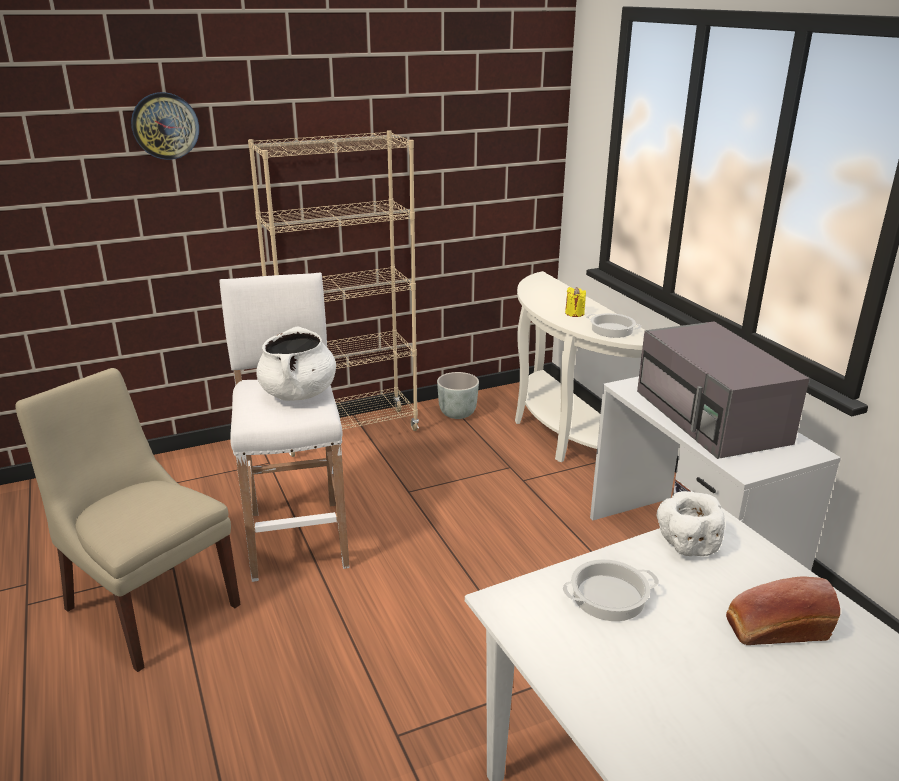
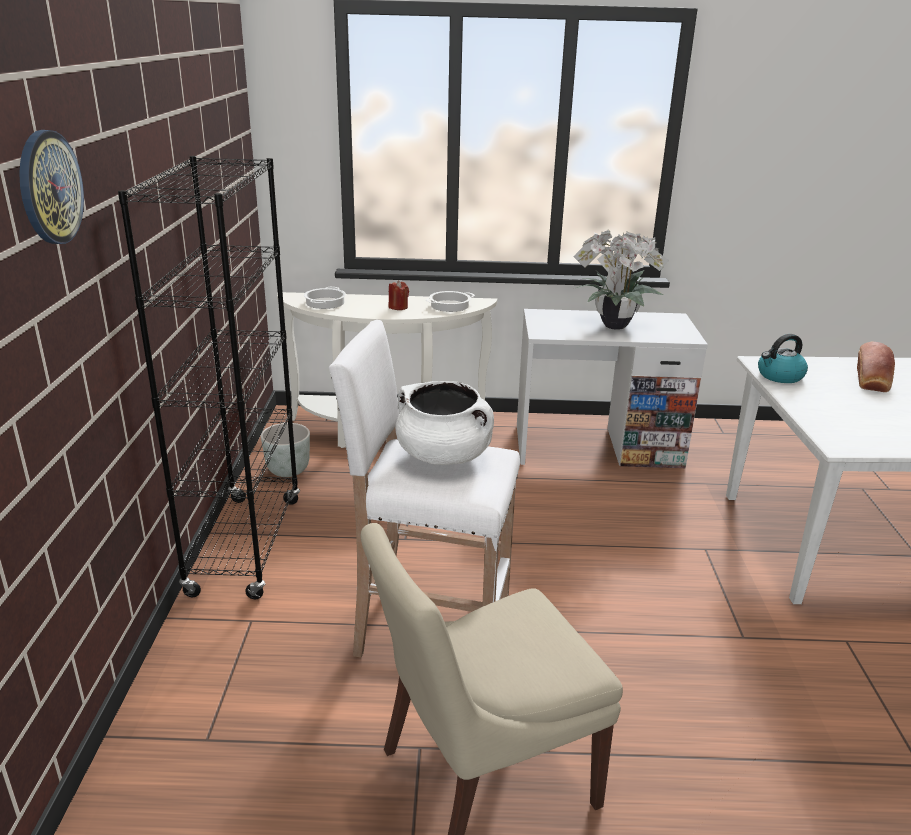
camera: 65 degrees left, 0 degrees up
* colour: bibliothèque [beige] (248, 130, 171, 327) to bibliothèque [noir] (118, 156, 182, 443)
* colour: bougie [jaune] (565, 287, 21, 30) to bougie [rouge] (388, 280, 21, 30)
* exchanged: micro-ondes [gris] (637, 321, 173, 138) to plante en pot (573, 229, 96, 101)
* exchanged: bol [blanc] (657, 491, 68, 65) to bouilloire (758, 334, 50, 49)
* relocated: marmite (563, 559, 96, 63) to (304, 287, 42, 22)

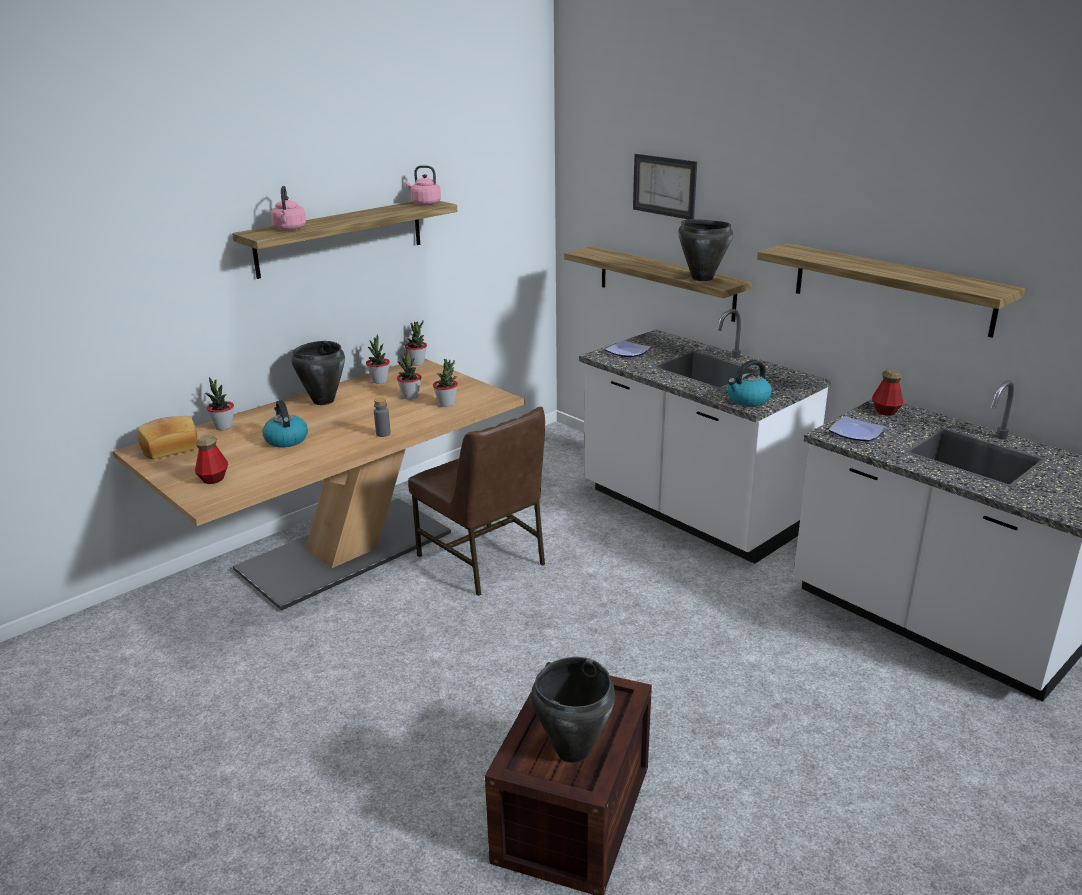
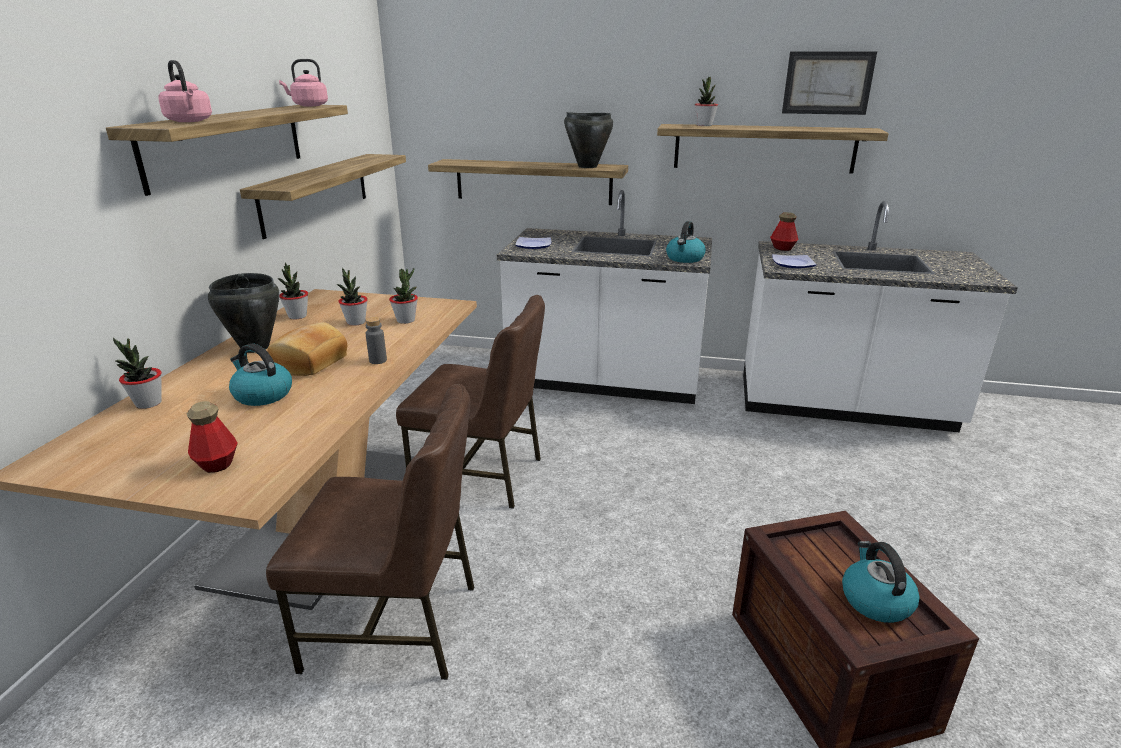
camera: 35 degrees left, 0 degrees up
* relocated: tableau (633, 154, 64, 65) to (782, 51, 95, 64)
* relocated: plante en pot (405, 320, 22, 46) to (695, 76, 23, 50)
* relocated: pain (137, 416, 60, 43) to (267, 322, 80, 54)
* exchanged: marmite [noir] (531, 657, 84, 106) to bouilloire (842, 541, 78, 82)
* appeared: étagère (240, 154, 166, 85)
* appeared: chaise [marron] (266, 384, 208, 296)

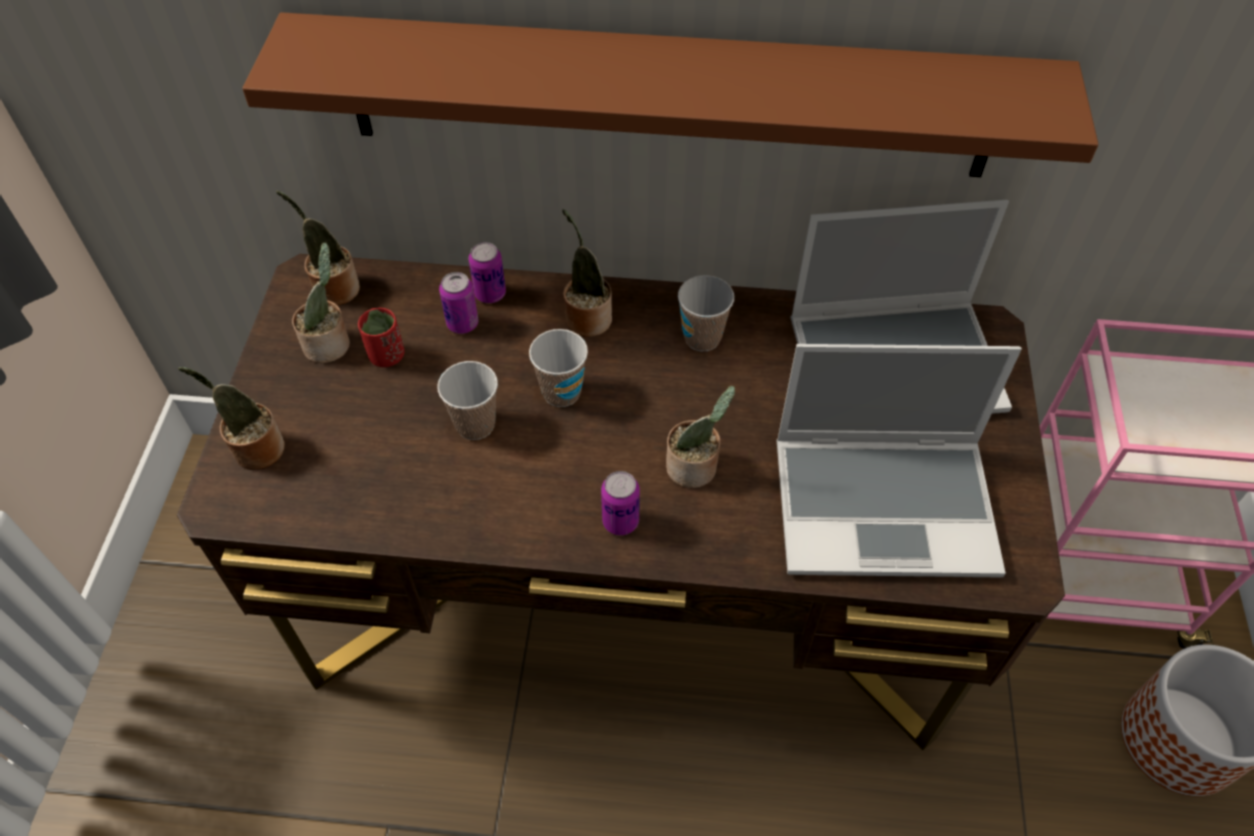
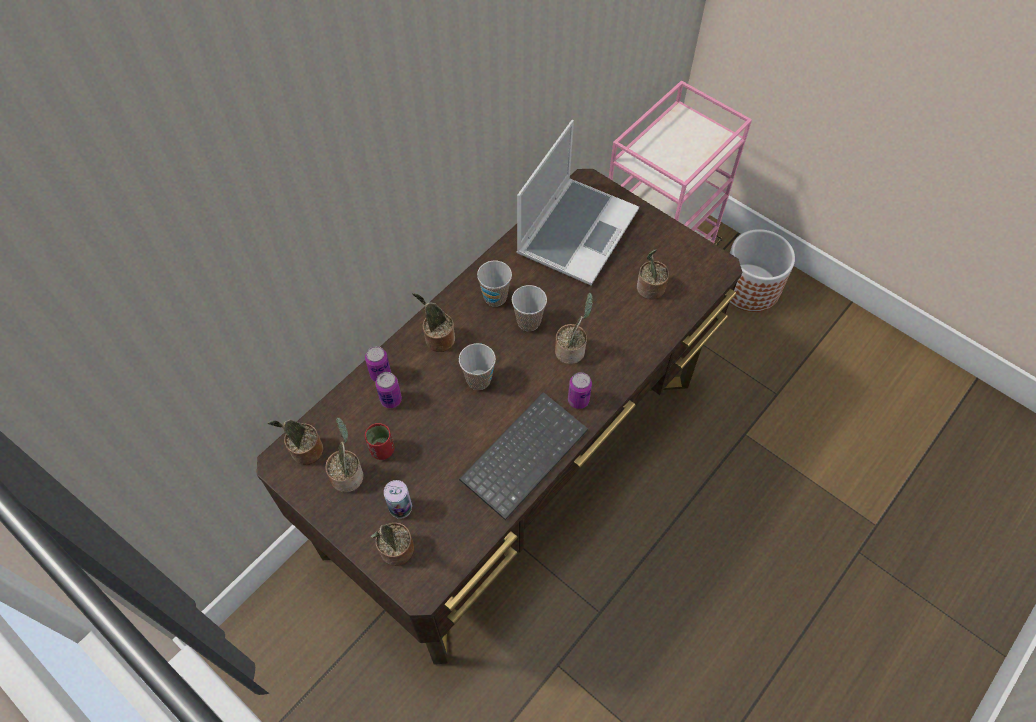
camera: 55 degrees left, 5 degrees up
* missing: étagère [marron] (242, 12, 856, 165)
* exchanged: ordinateur portable (777, 344, 245, 234) to plante en pot (637, 249, 32, 50)
* relocated: tasse (437, 361, 61, 79) to (512, 285, 35, 46)
* appeared: clavier (459, 392, 129, 128)
* appeared: boîte métallique (384, 480, 28, 39)

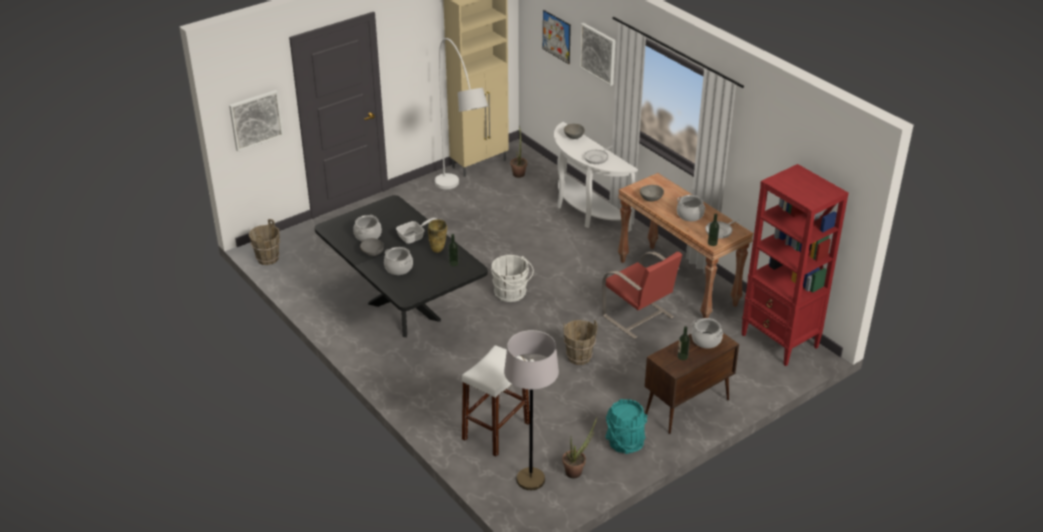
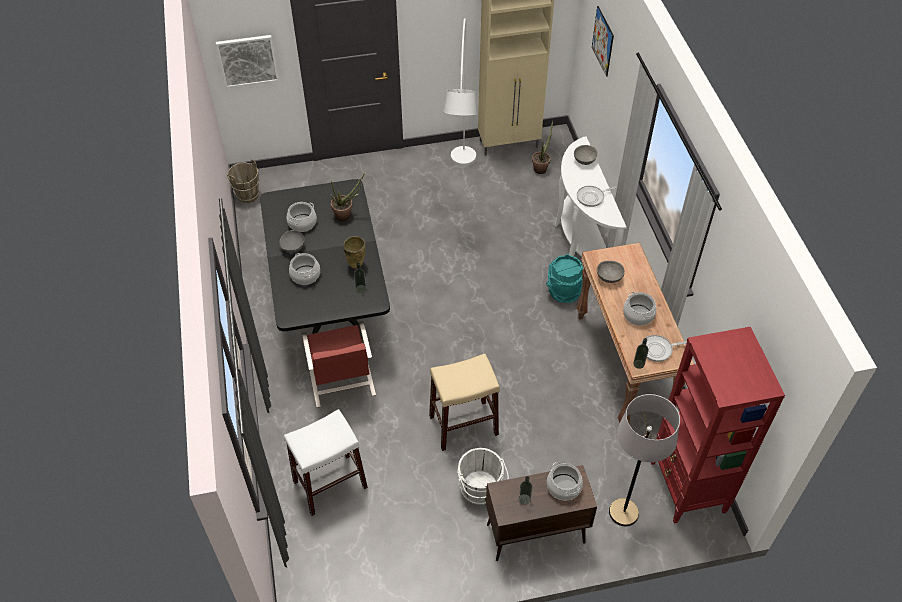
camera: 25 degrees right, 15 degrees up
* missing: tableau (579, 23, 37, 63)
* missing: poêle (396, 218, 41, 26)
* relocated: chaise [rouge] (602, 251, 80, 88) to (302, 321, 74, 87)
* relocated: seau [blanc] (491, 255, 43, 47) to (457, 448, 52, 57)
* exchanged: seau [marron] (563, 320, 35, 45) to tabouret [beige] (429, 354, 71, 97)
* relocated: lampadaire [gris] (504, 330, 55, 160) to (609, 394, 71, 132)
* relocated: seau [turquoise] (605, 399, 42, 55) to (546, 254, 37, 49)
* relocated: plante en pot (562, 418, 35, 60) to (330, 172, 35, 49)

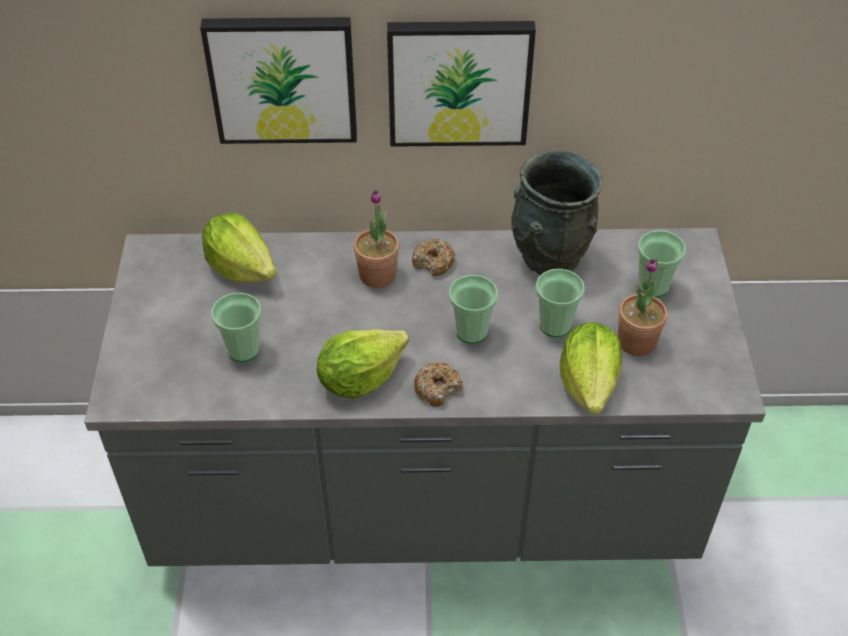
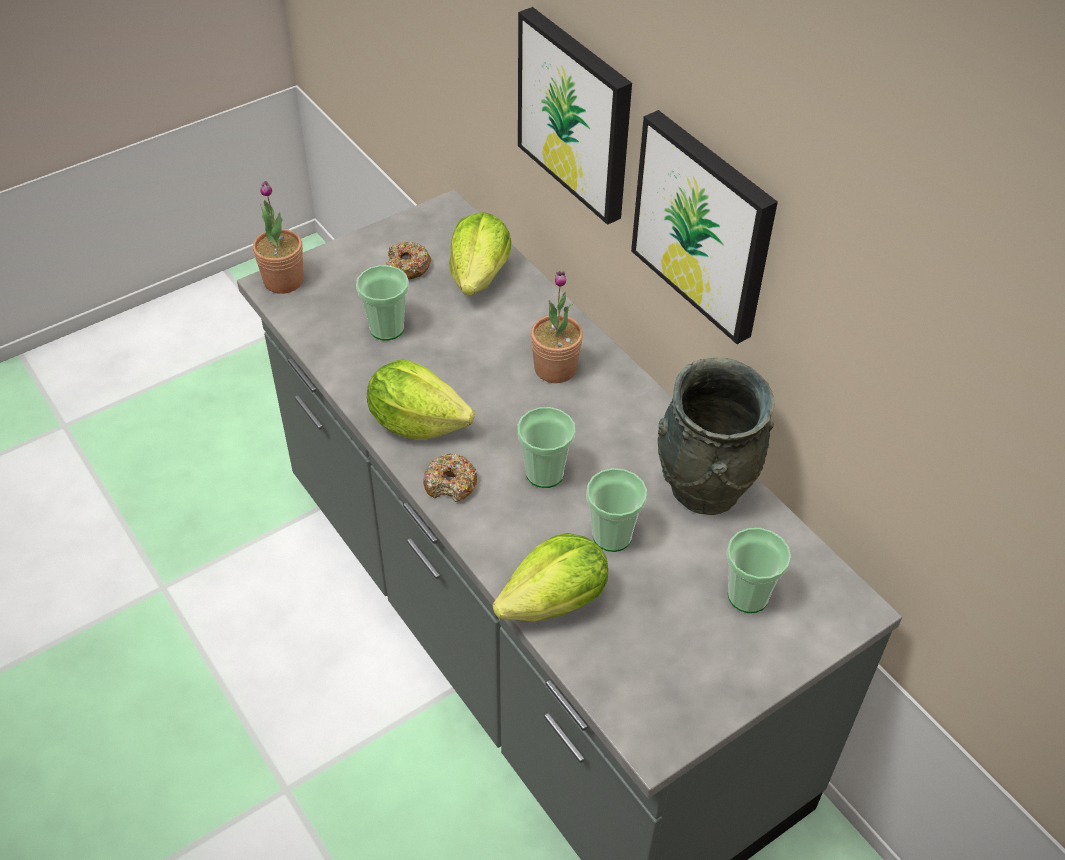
camera: 55 degrees right, 0 degrees up
* relocated: beignet (412, 238, 43, 38) to (386, 241, 45, 38)
* relocated: plante en pot (618, 258, 49, 98) to (253, 181, 51, 113)

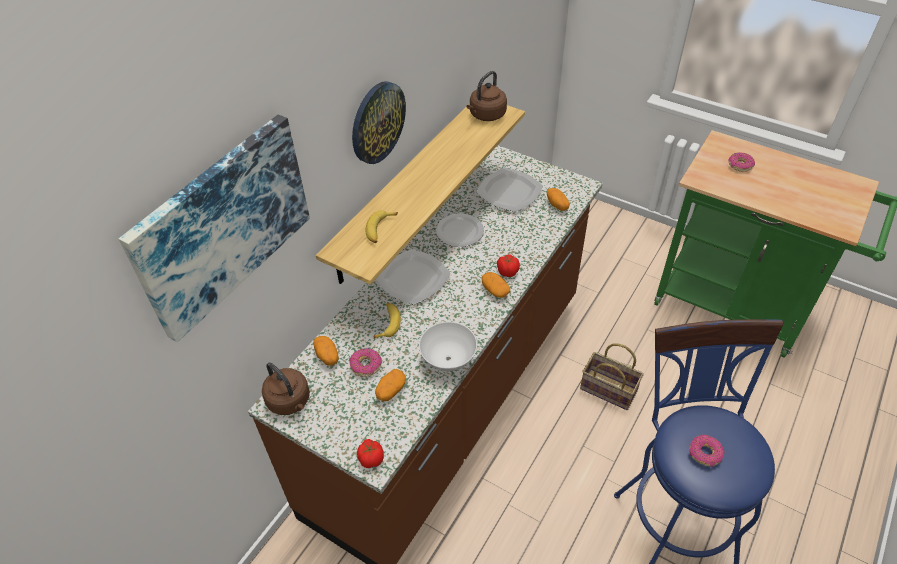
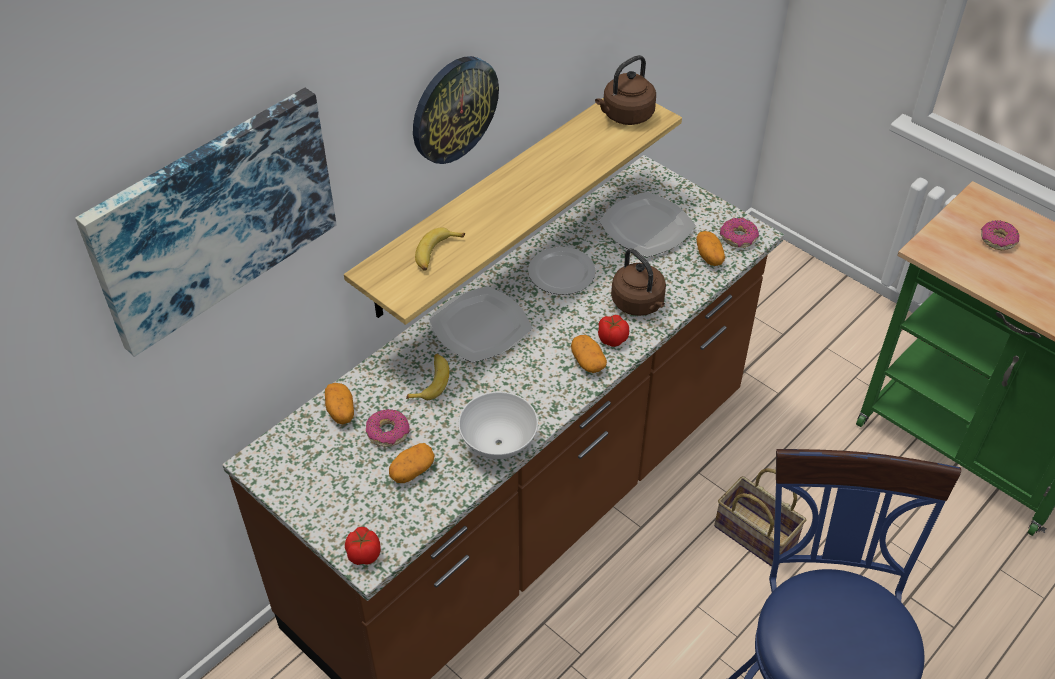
camera: 10 degrees right, 0 degrees up
* relocated: bouilloire [marron] (262, 362, 48, 53) to (611, 248, 55, 68)
* relocated: beignet (689, 435, 36, 32) to (720, 218, 39, 30)

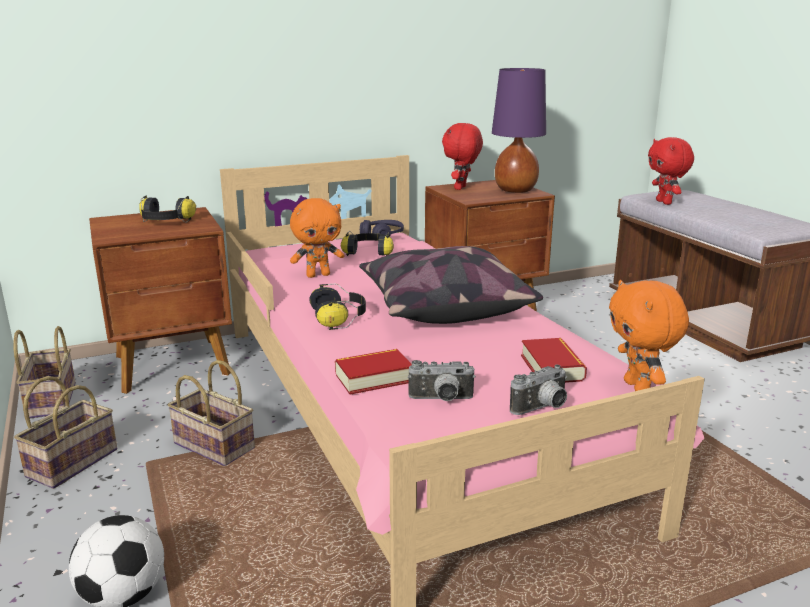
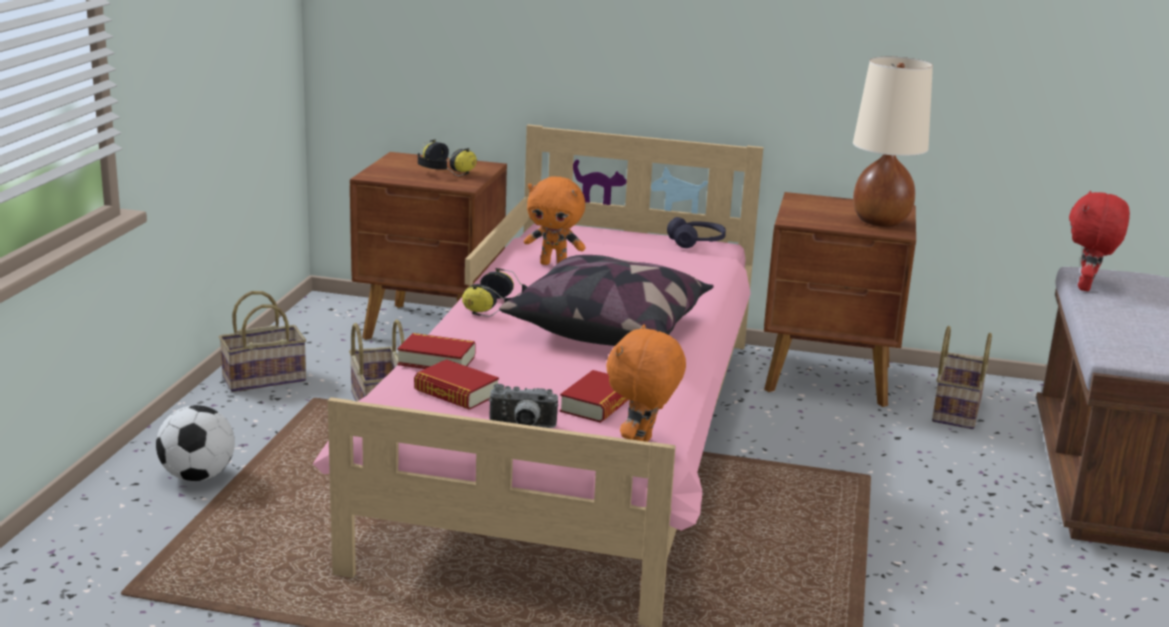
camera: 35 degrees right, 0 degrees up
* colour: lampe de table [violet] (492, 68, 54, 125) to lampe de table [beige] (853, 56, 80, 171)
* missing: peluche [rouge] (442, 123, 41, 67)
* missing: casque audio (341, 231, 53, 25)
* relocated: panier (13, 326, 63, 92) to (932, 326, 60, 103)
* exchanged: appareil photo (408, 360, 68, 41) to livre (414, 359, 85, 51)

